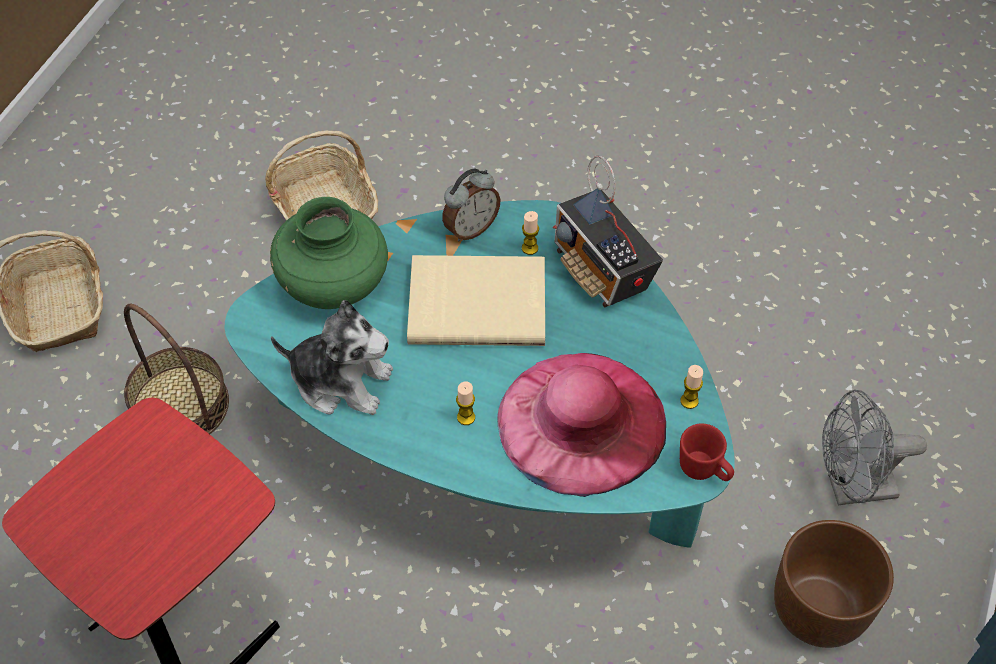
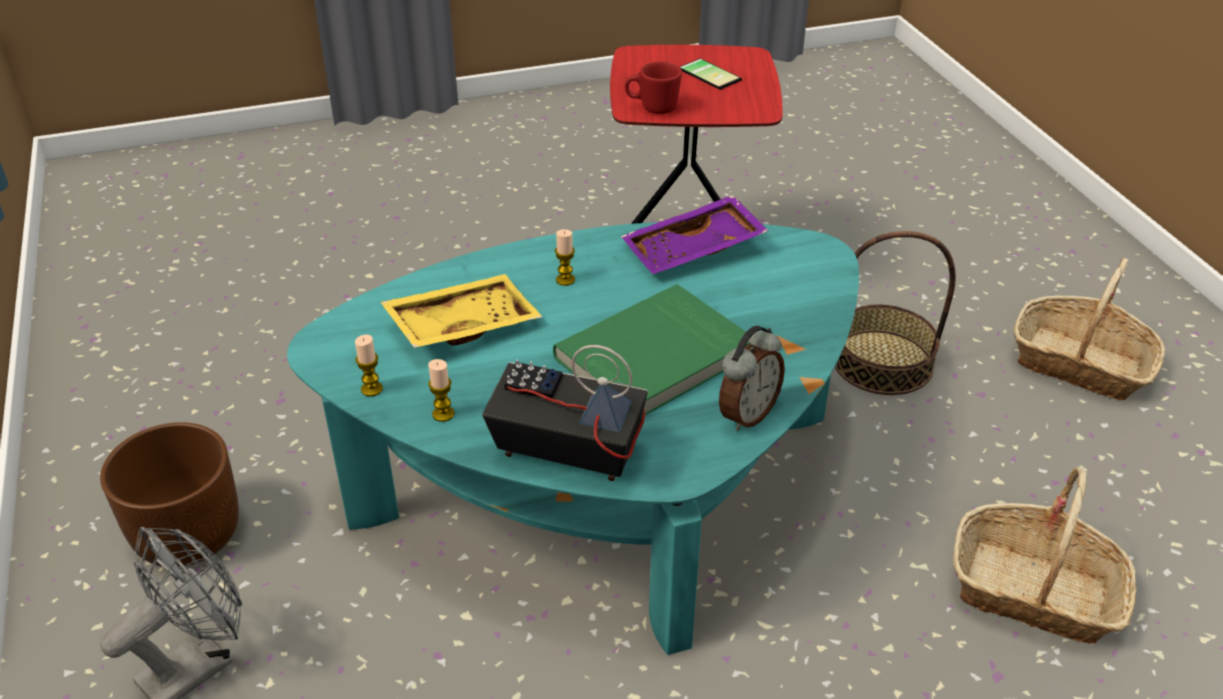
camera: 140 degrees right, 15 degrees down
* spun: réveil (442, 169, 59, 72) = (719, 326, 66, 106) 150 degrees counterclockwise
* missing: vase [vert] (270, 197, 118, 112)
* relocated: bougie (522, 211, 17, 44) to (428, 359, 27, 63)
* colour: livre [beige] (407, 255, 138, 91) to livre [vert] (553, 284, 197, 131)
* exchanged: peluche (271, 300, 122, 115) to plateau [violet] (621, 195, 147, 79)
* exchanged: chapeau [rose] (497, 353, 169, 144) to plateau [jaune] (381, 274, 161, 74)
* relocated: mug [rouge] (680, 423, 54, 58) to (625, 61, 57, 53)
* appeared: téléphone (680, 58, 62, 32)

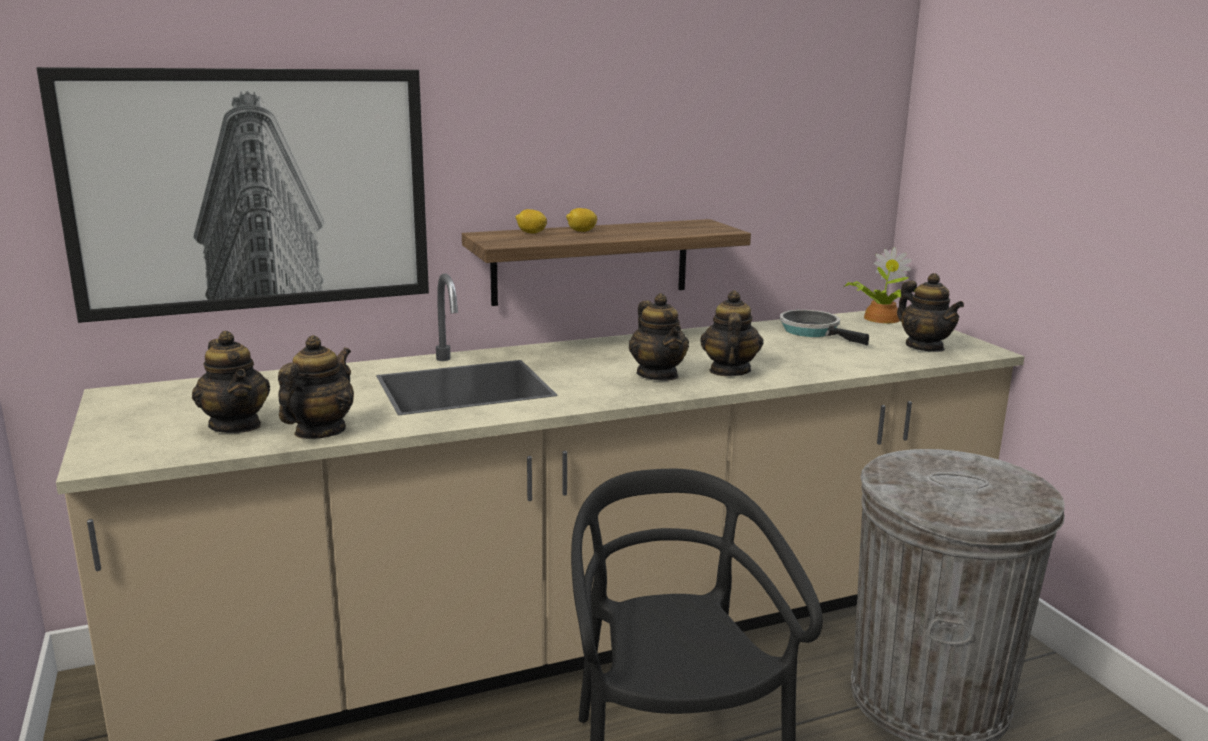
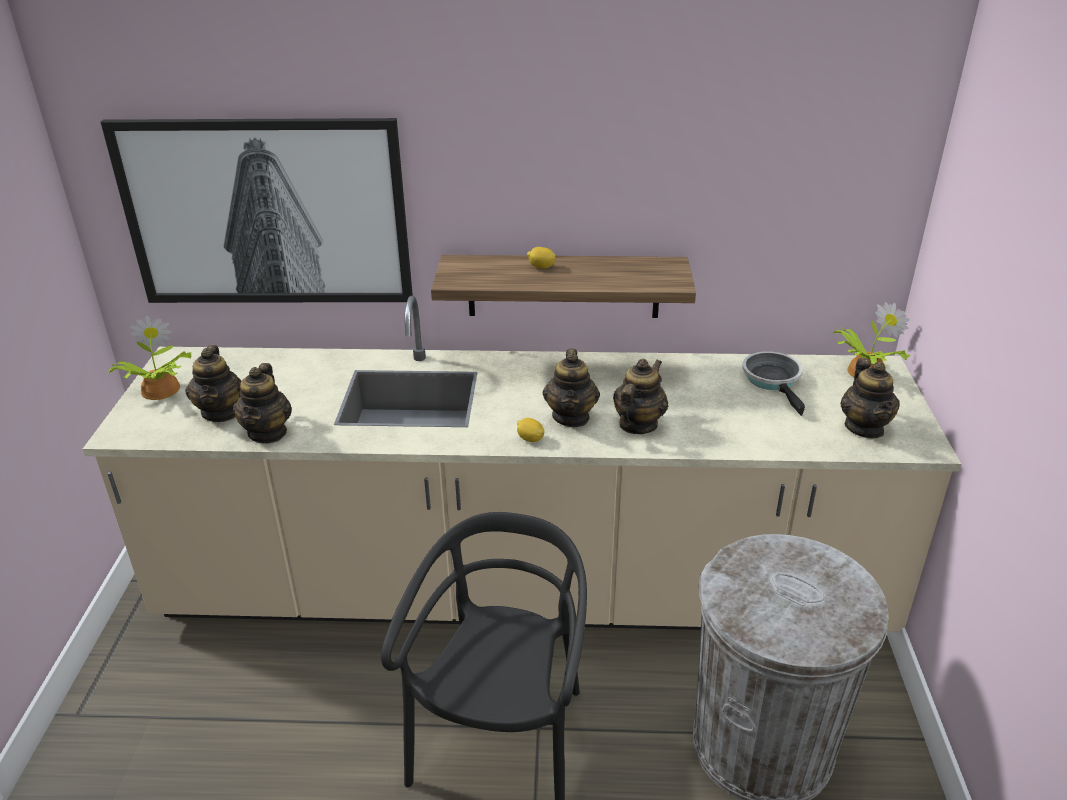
camera: 25 degrees right, 15 degrees up
* relocated: citron (515, 209, 32, 25) to (517, 418, 27, 24)
* spun: théière (278, 335, 76, 104) = (233, 363, 59, 81) 135 degrees clockwise
* appeared: plante en pot (108, 316, 84, 84)

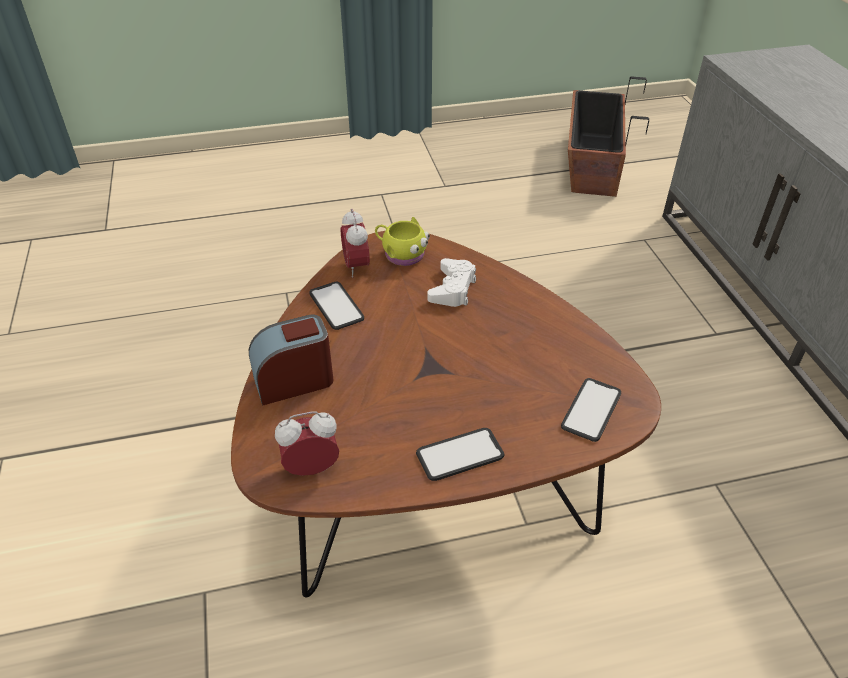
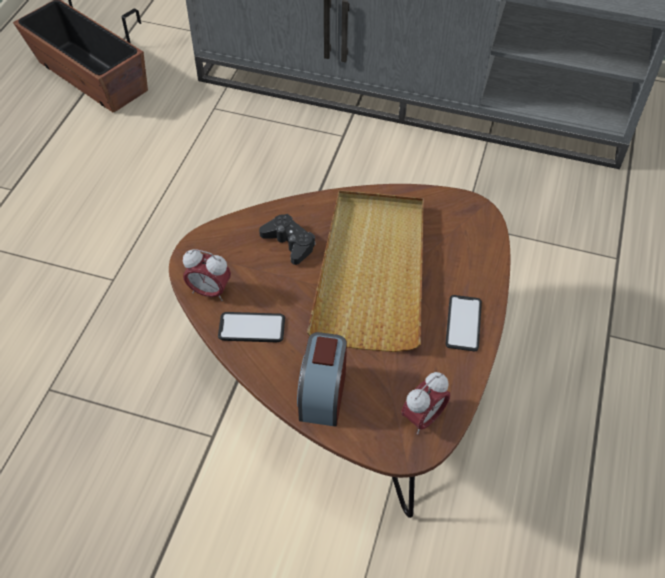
camera: 60 degrees left, 10 degrees up
* missing: mug [jaune] (375, 217, 55, 49)
* colour: manette [blanc] (427, 258, 49, 49) to manette [noir] (259, 214, 57, 51)
* missing: téléphone (561, 378, 60, 64)
* spun: réveil (275, 411, 64, 65) = (401, 372, 49, 62) 150 degrees counterclockwise
* appeared: plateau [beige] (307, 190, 117, 162)

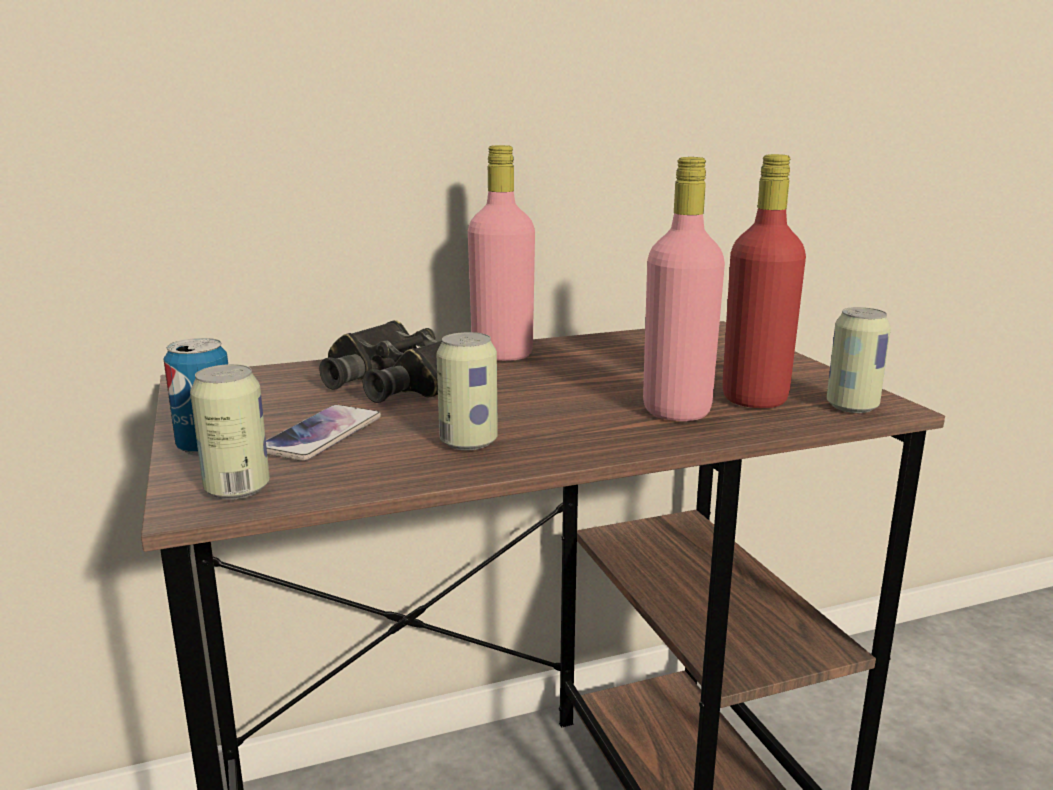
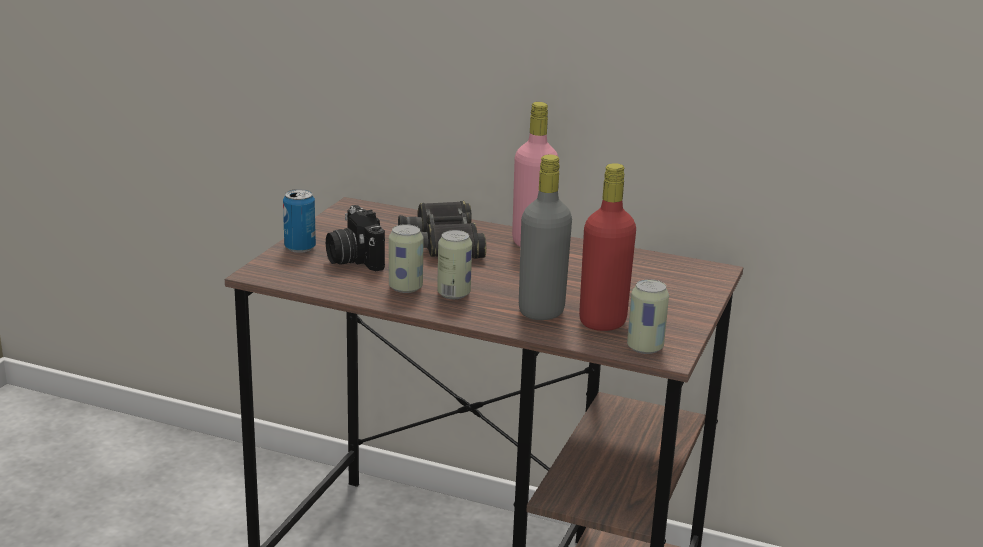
camera: 40 degrees right, 5 degrees up
* colour: bouteille [rose] (643, 157, 82, 264) to bouteille [gris] (519, 155, 53, 165)
* relocated: boîte métallique (190, 364, 80, 136) to (437, 230, 35, 69)
* exchanged: téléphone (266, 405, 115, 56) to appareil photo (326, 205, 59, 66)

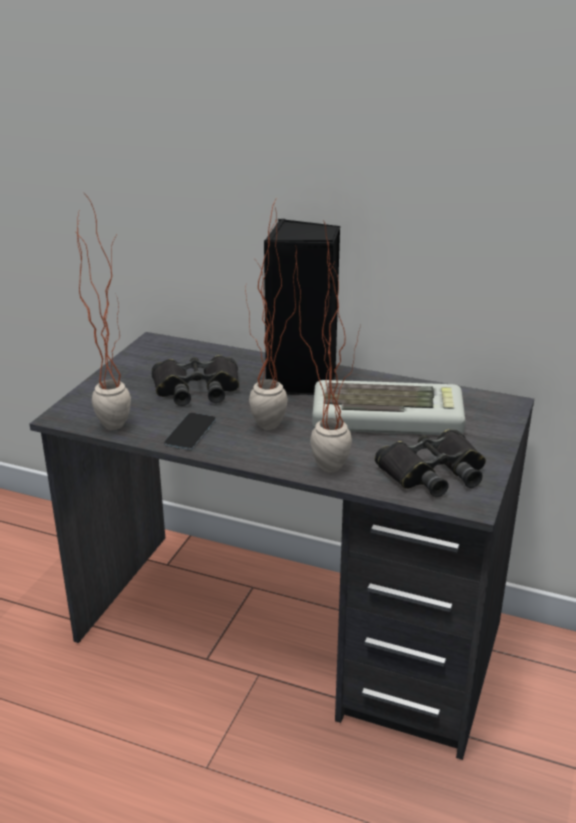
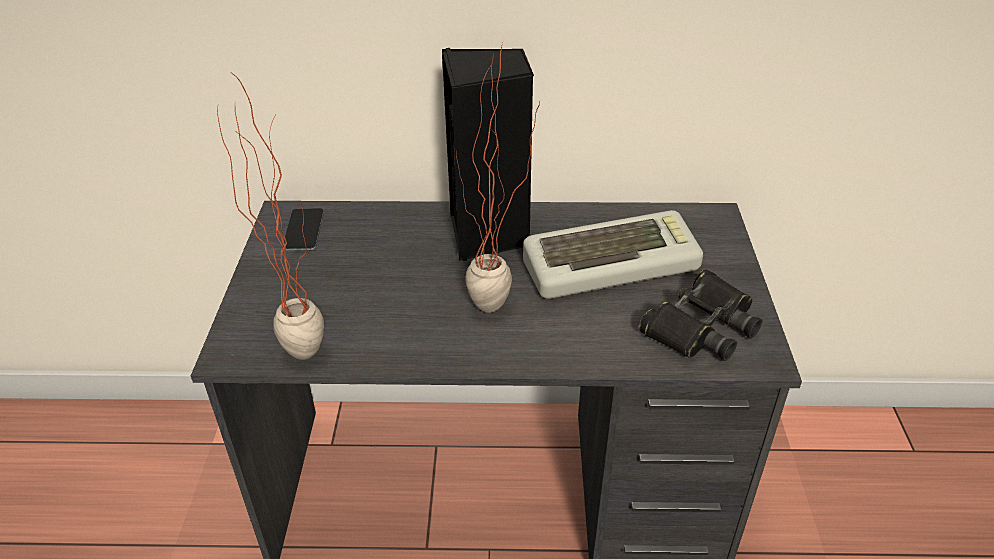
camera: 20 degrees left, 10 degrees up
* missing: plante en pot (296, 220, 64, 253)
* missing: jumelles [noir] (152, 355, 87, 51)
* relocated: téléphone (164, 413, 52, 37) to (282, 208, 42, 43)

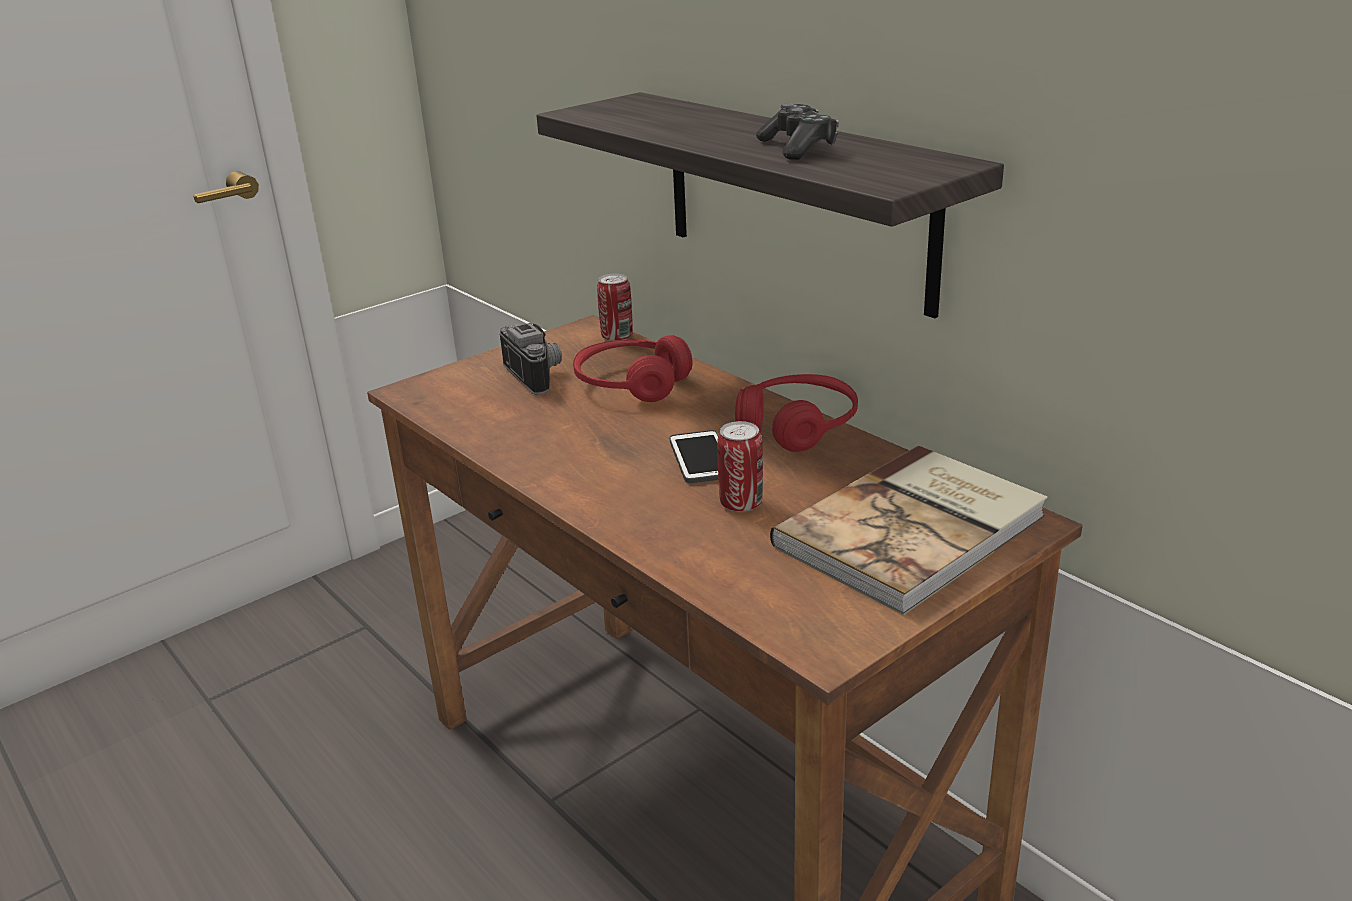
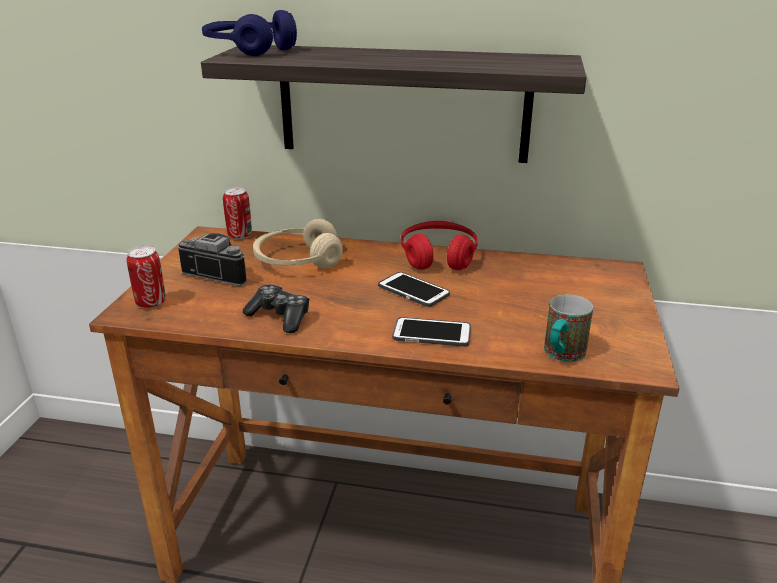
camera: 40 degrees left, 0 degrees up
* relocated: manette (756, 104, 83, 56) to (243, 284, 67, 49)
* colour: casque audio [rouge] (573, 335, 120, 67) to casque audio [beige] (253, 219, 90, 49)
* relocated: boîte métallique (717, 421, 46, 91) to (127, 246, 39, 62)
* missing: livre (770, 446, 277, 169)
* appeared: casque audio [bleu] (202, 10, 95, 46)
* appeared: mug (544, 294, 49, 68)
* appeared: téléphone (392, 317, 79, 29)

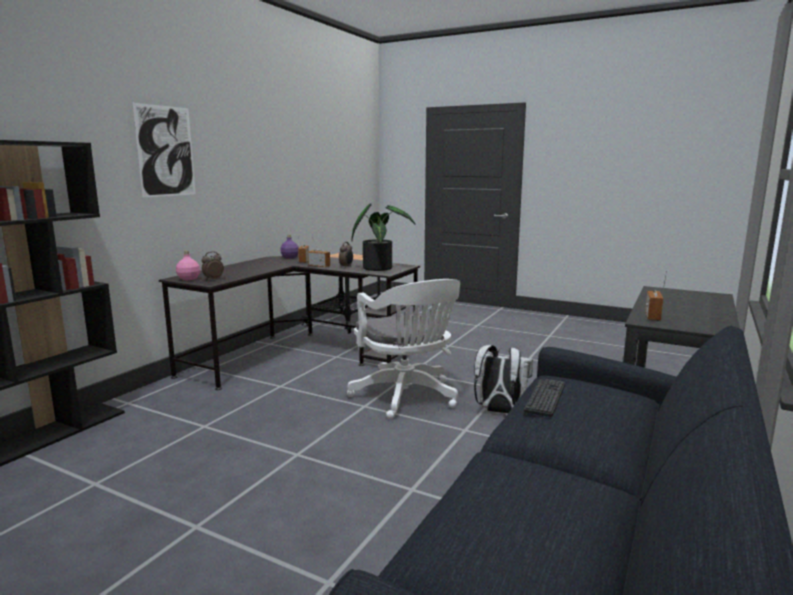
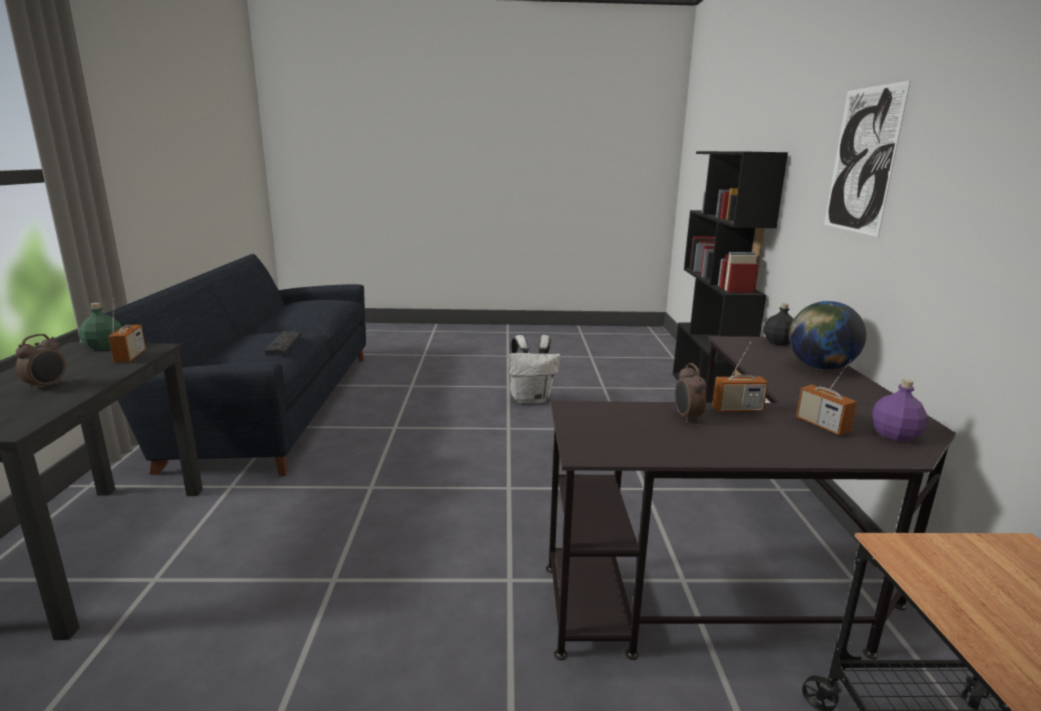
camera: 150 degrees right, 5 degrees up
* missing: plante en pot (351, 203, 64, 68)
* colour: bouteille [rose] (176, 251, 24, 29) to bouteille [noir] (764, 303, 30, 43)
* relocated: réveil (201, 251, 23, 29) to (16, 334, 50, 57)
* missing: chaise de bureau [blanc] (347, 279, 113, 140)
* relocated: sac à dos [blanc] (474, 345, 59, 69) to (508, 335, 53, 69)
* appeared: globe (789, 301, 77, 69)
* appeared: bouteille [vert] (79, 303, 43, 47)

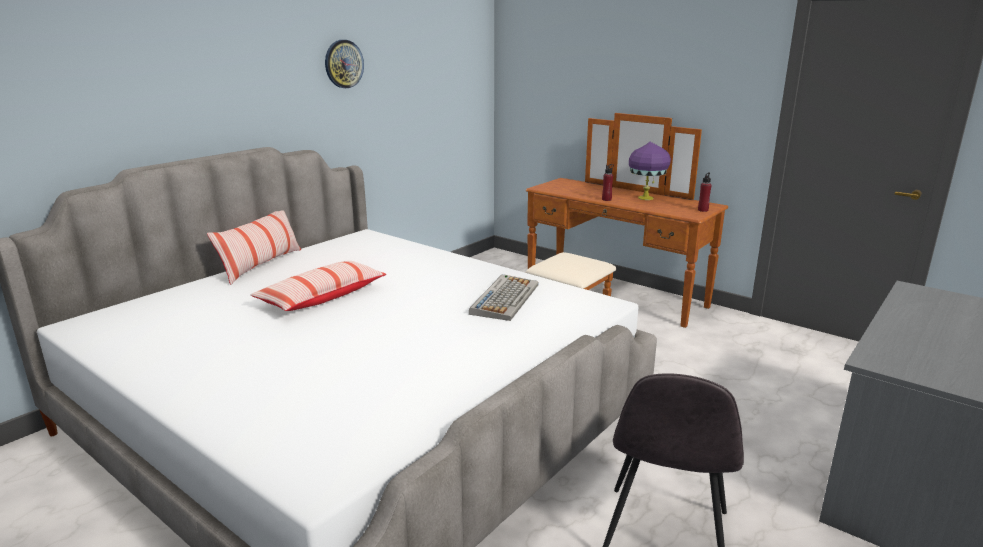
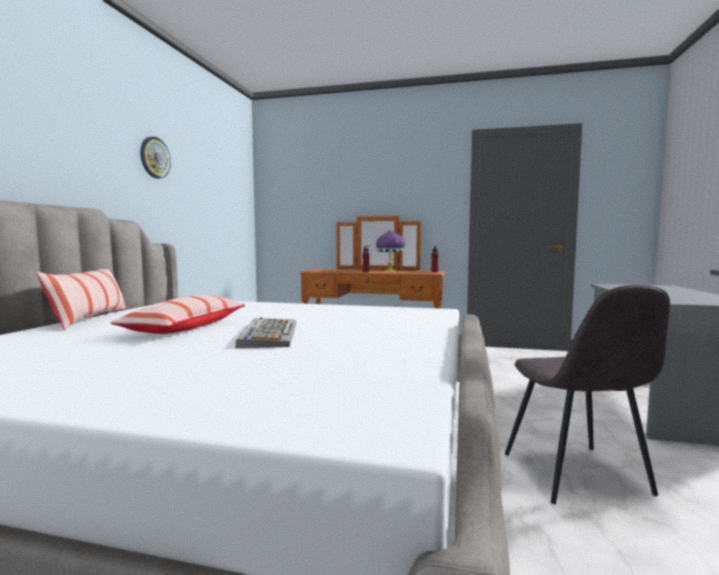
camera: 25 degrees left, 15 degrees down
* relocated: clavier (469, 274, 70, 47) to (236, 318, 60, 30)

